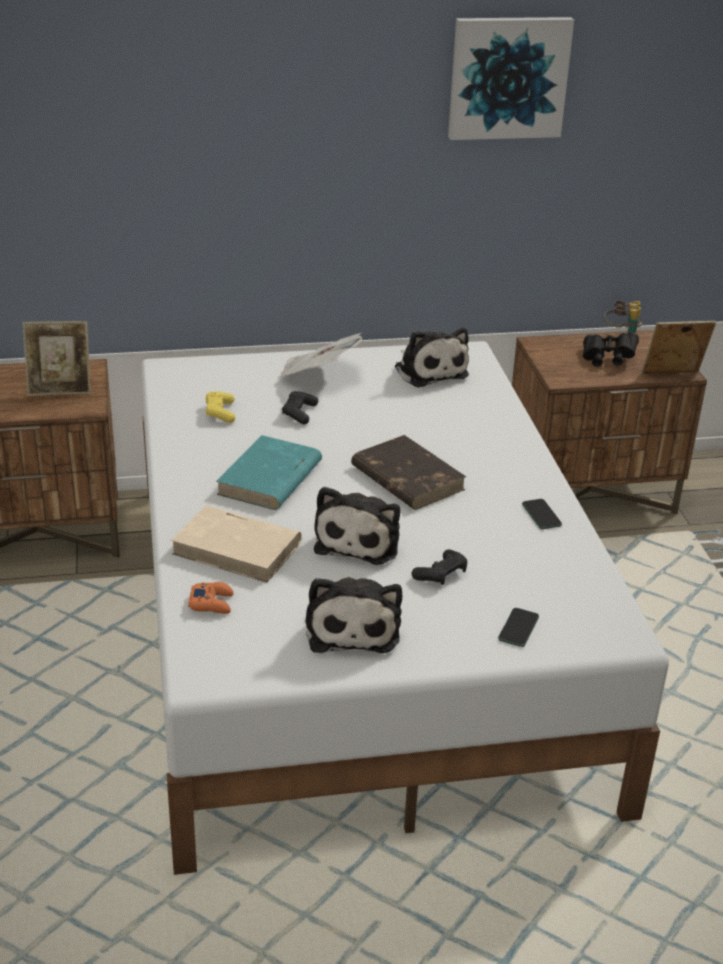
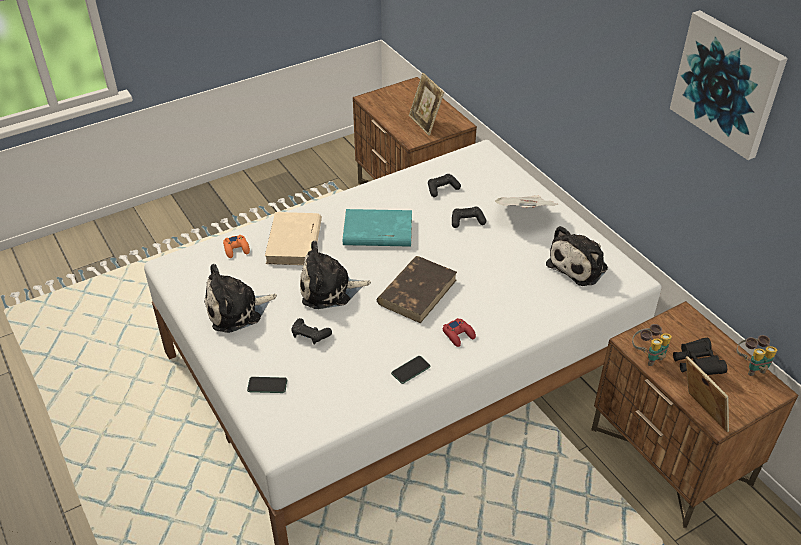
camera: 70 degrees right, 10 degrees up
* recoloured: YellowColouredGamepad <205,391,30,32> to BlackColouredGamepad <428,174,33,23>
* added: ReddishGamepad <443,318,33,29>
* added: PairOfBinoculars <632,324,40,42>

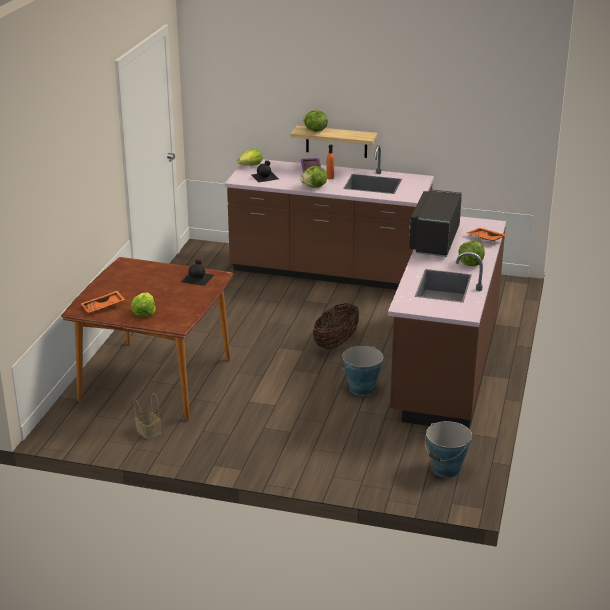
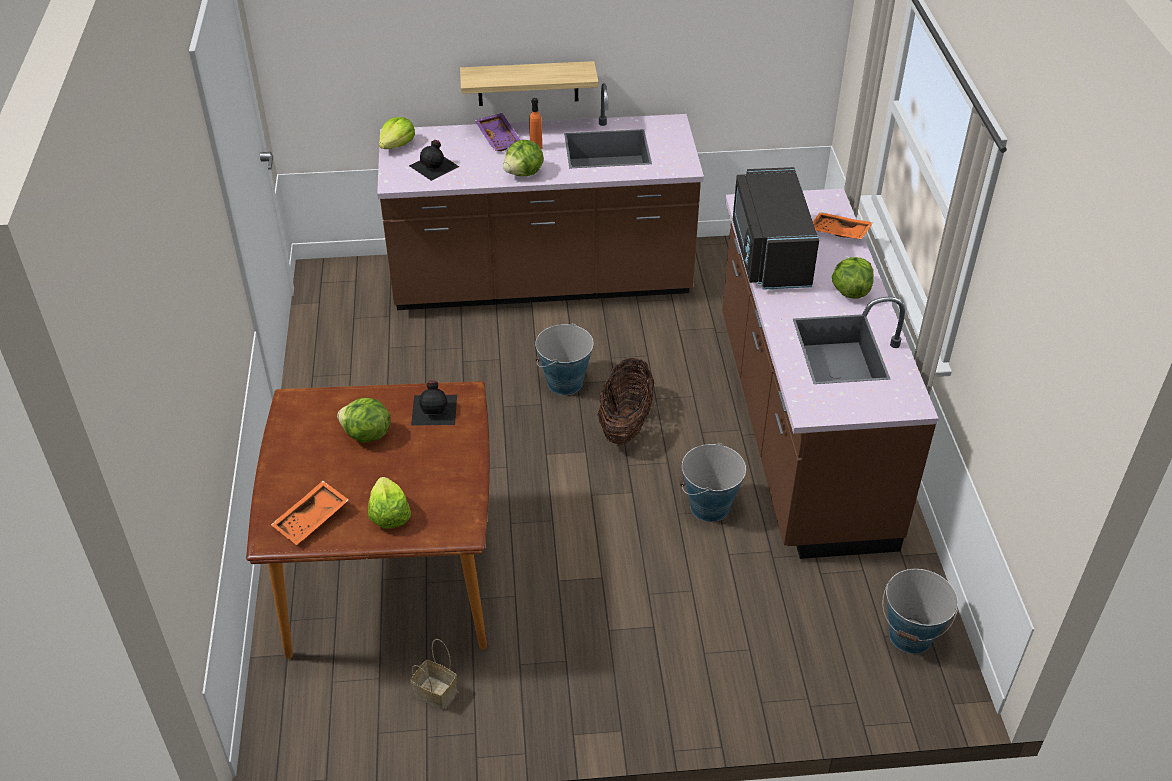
camera: 20 degrees left, 15 degrees up
* moved: HeadOfLettuce <303,110,25,22> to <337,398,53,45>
* added: Pail <535,323,59,72>

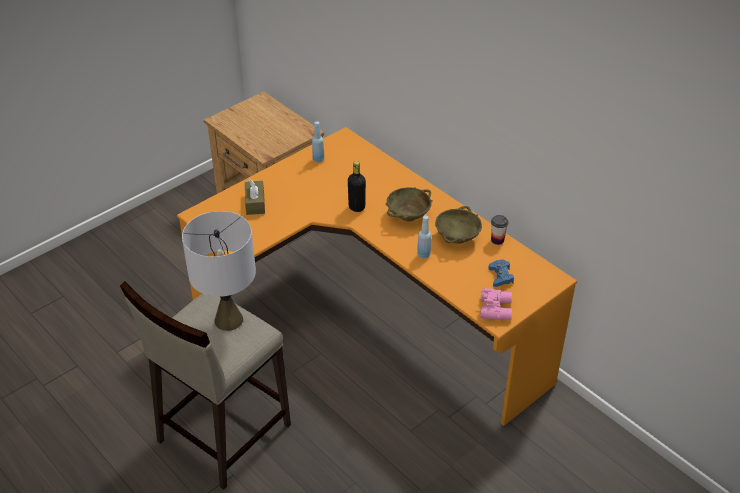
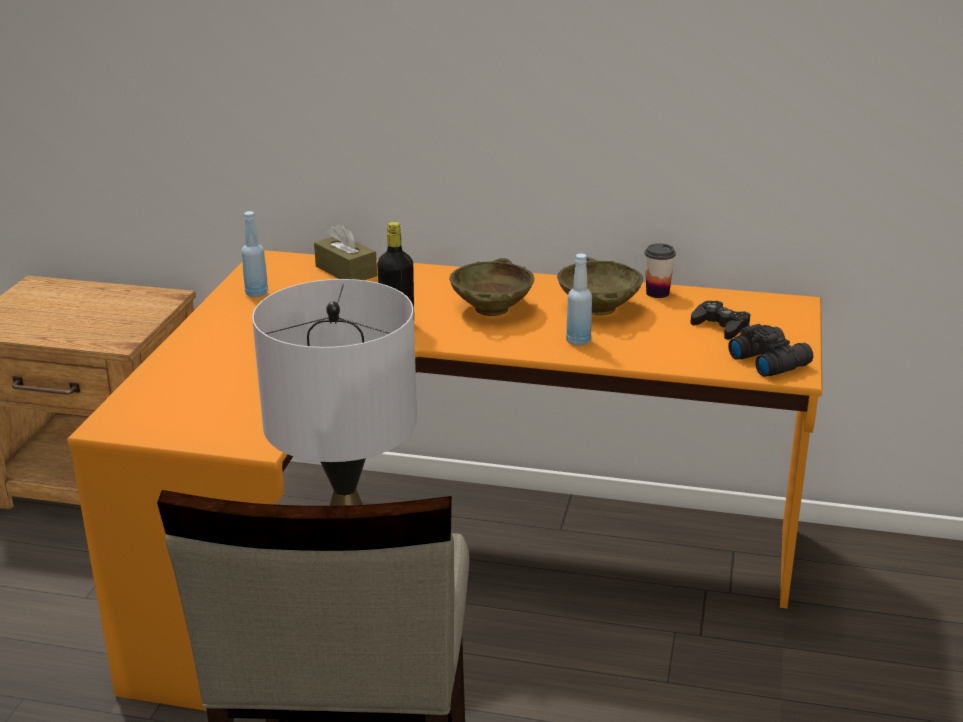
camera: 35 degrees left, 15 degrees down
* moved: BrownColouredTissueBox <245,179,20,36> to <314,223,63,57>
* recoloured: PinkColouredPairOfBinoculars <480,288,32,33> to BlackColouredPairOfBinoculars <728,324,85,53>
* recoloured: BlueGamepad <488,260,26,27> to BlackColouredGamepad <690,301,60,39>

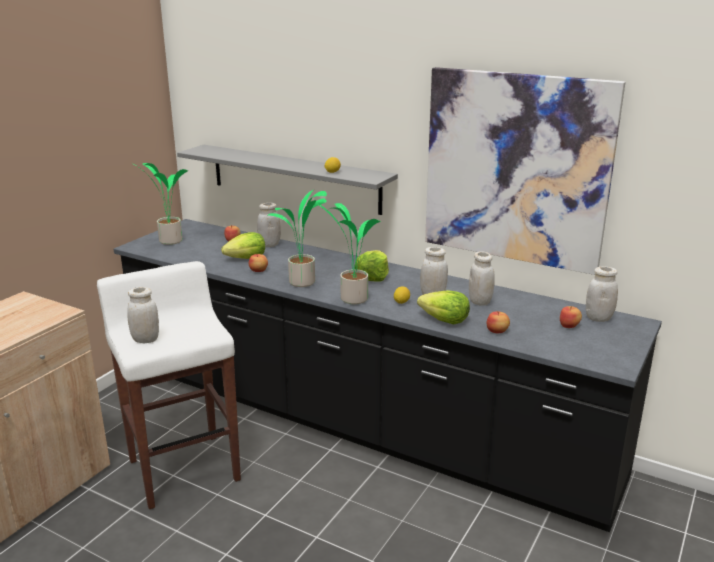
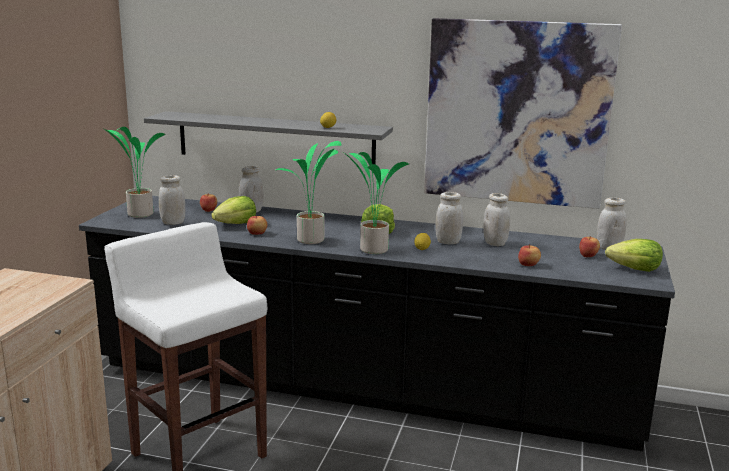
camera: 15 degrees left, 5 degrees down
* moved: WhitePreserveJar <127,287,32,56> to <159,175,26,50>
* moved: HeadOfLettuce <417,290,53,34> to <605,239,58,33>

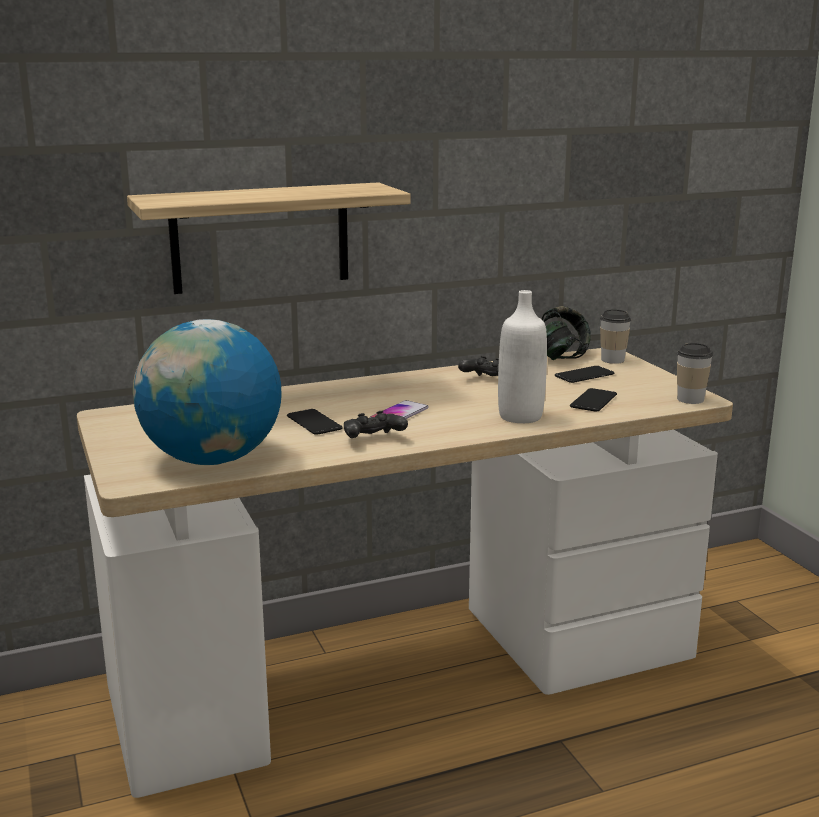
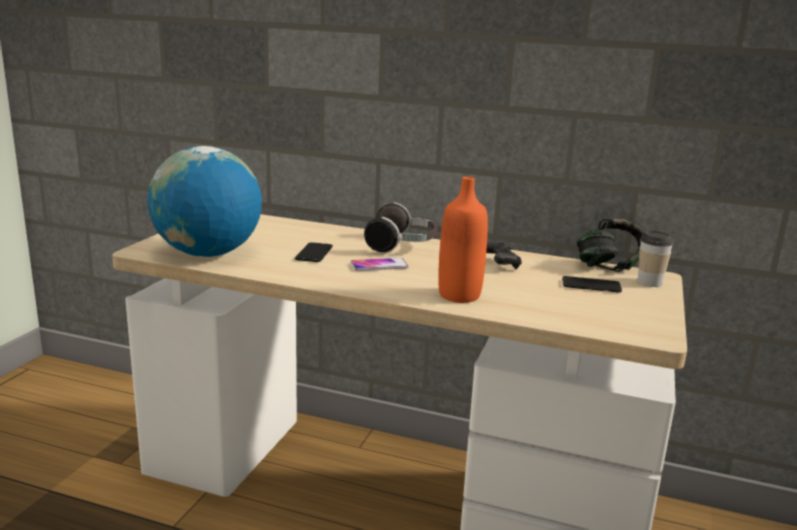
camera: 40 degrees right, 0 degrees up
* removed: BracketShelf <127,182,284,112>
* removed: BlackColouredGamepad <344,411,64,27>
* recoloured: WhiteBeverageBottle <498,290,49,133> to OrangeyBeverageBottle <438,176,50,127>
* removed: Phone <570,388,47,24>
* removed: SmallCup <677,343,36,61>
* added: PairOfHeadphones <364,202,73,52>

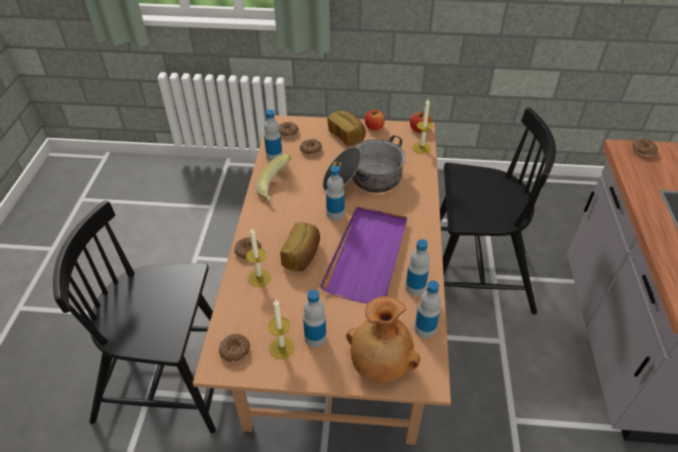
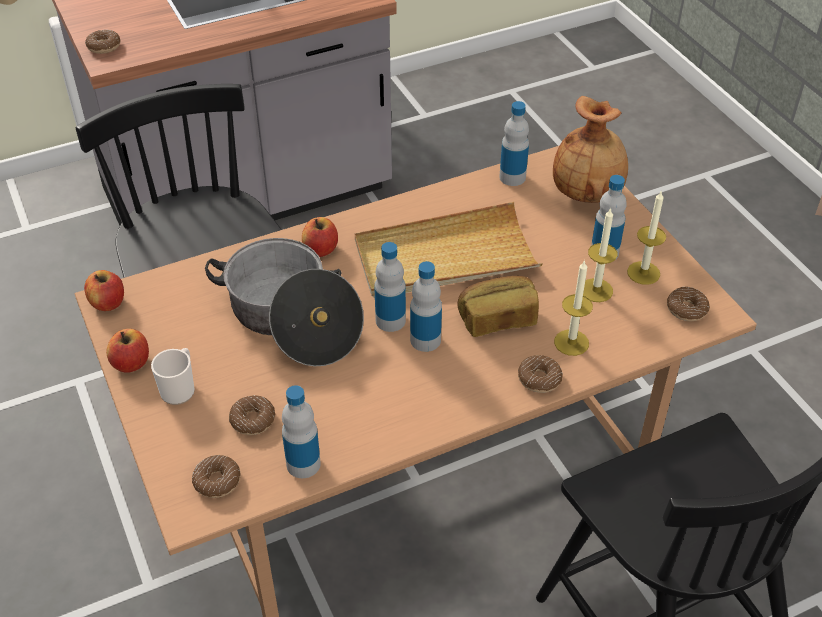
camera: 120 degrees left, 0 degrees up
* removed: WholeBanana <256,154,35,47>
* recoloured: PurpleColouredServingTray <320,207,87,97> to BeigeColouredServingTray <355,202,188,96>
* replaced: BakeryBread <327,110,39,36> to CoffeeMug <151,348,44,57>
* moved: BeverageBottle <405,239,25,57> to <410,261,32,91>
* moved: Candle <413,99,20,55> to <583,208,34,94>
* added: Apple <302,217,36,40>

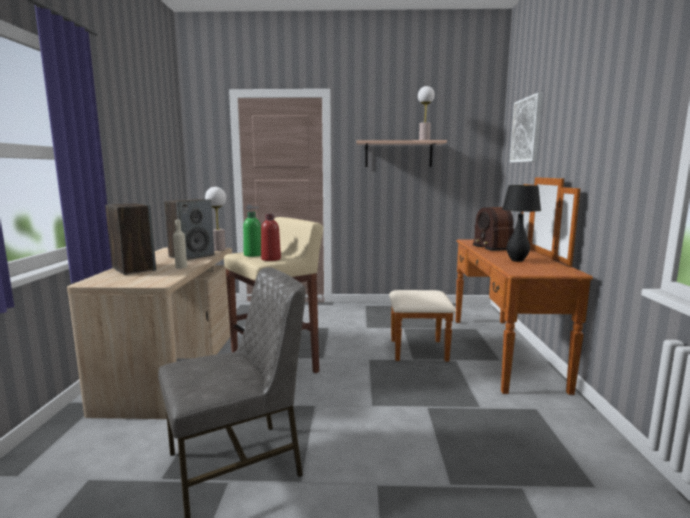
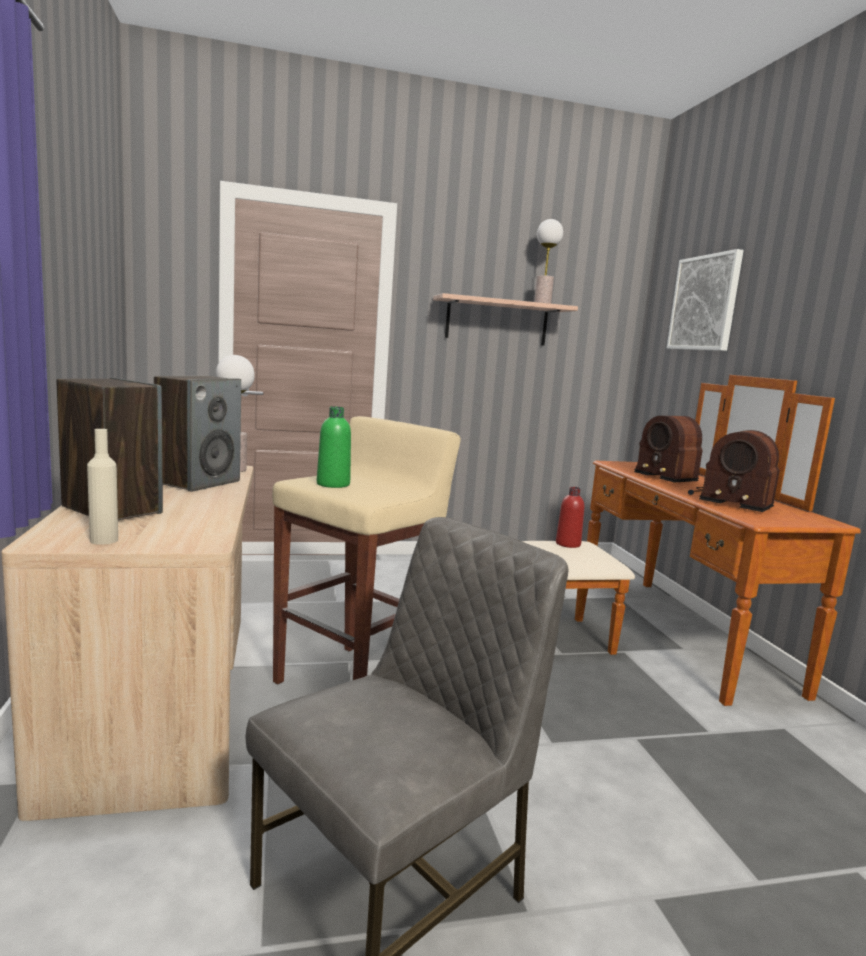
camera: 15 degrees left, 0 degrees up
* moved: BeigeColouredBeverageBottle <173,220,14,49> to <87,429,31,116>
* moved: ReddishBeverageBottle <261,214,20,47> to <556,487,28,61>
* replaced: BlackColouredLampForATable <502,185,39,77> to Radio <688,430,92,82>

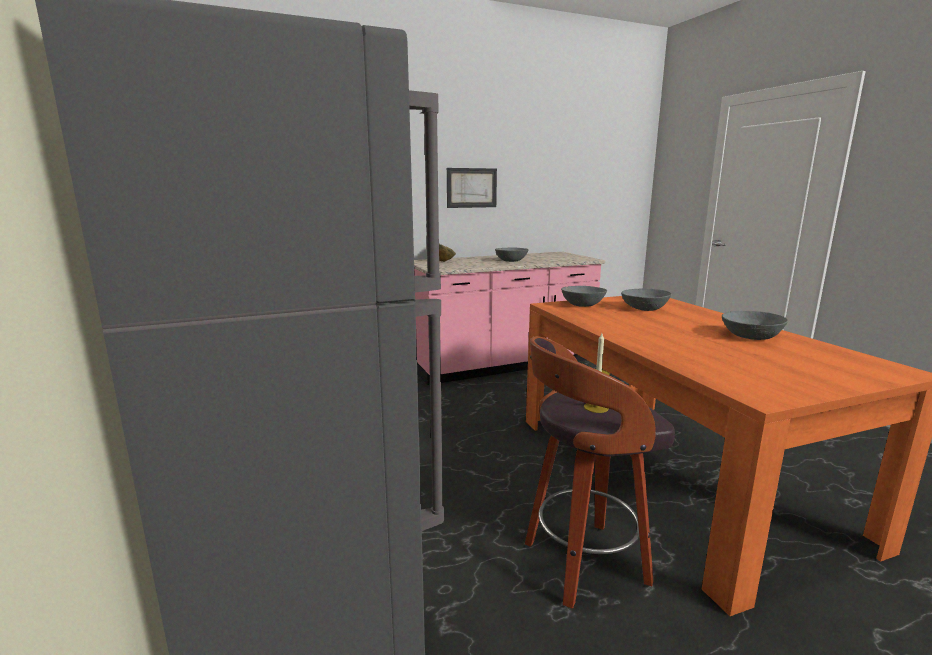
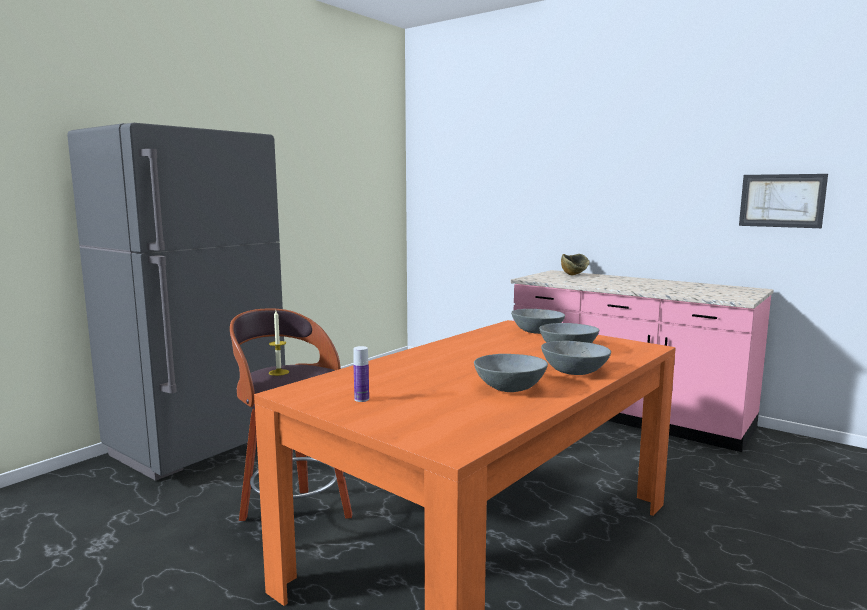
camera: 60 degrees right, 5 degrees down
* moved: WallArt <447,168,50,40> to <739,174,89,54>
* moved: GreyBowl <495,248,34,14> to <541,341,70,34>
* added: BeverageBottle <354,346,15,56>

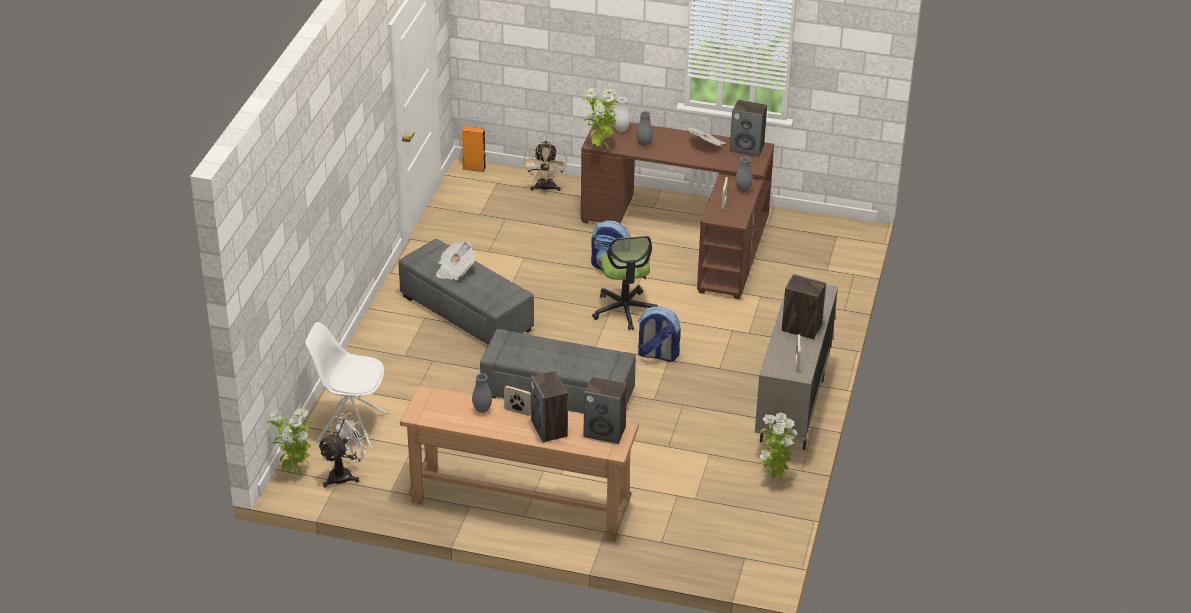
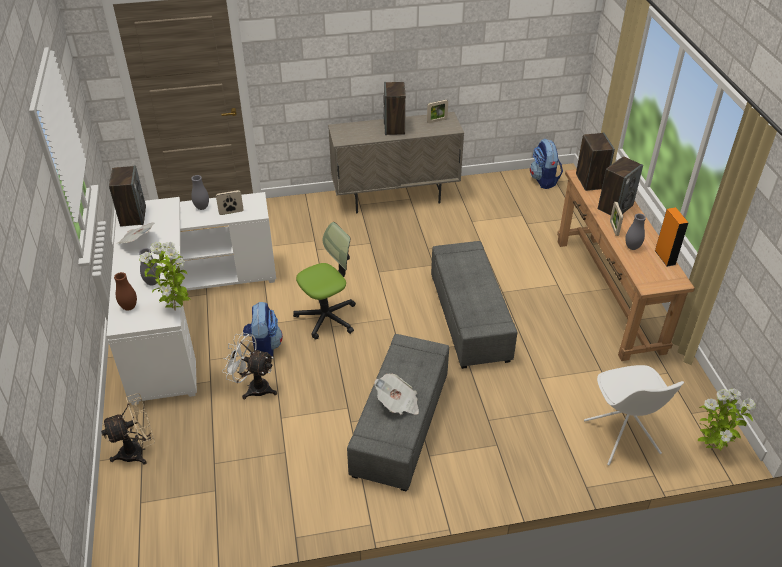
camera: 115 degrees left, 5 degrees up
* moved: WhiteFan <317,413,55,75> to <222,333,55,66>
* moved: OrangeySpeaker <462,126,24,46> to <655,207,34,60>
* recoloured: BrownColouredDeskTable <581,118,193,181> to WhiteDeskTable <106,192,170,213>
* recoloured: WhiteDecorativeVase <614,97,16,35> to BrownColouredDecorativeVase <114,272,23,39>
* moved: Rucksack <638,307,43,55> to <530,139,33,50>
* removed: PottedPlant <759,412,38,68>

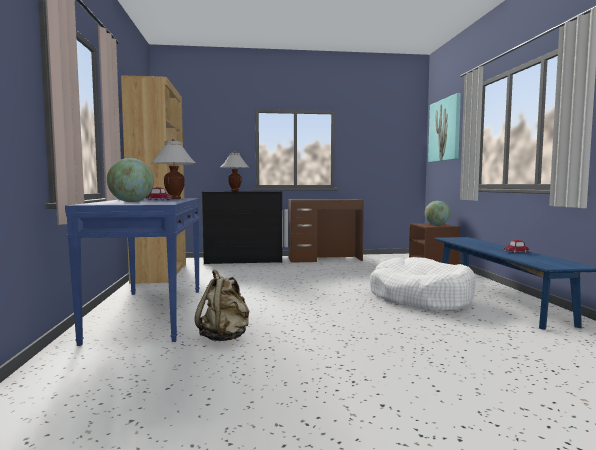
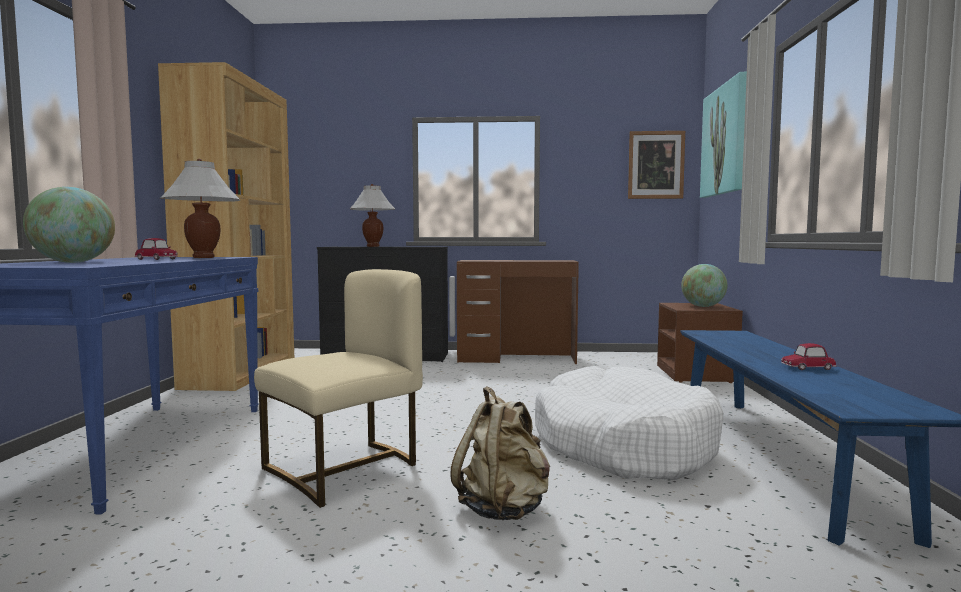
camera: 10 degrees right, 0 degrees up
* moved: BeigeColouredRucksack <195,270,55,71> to <450,386,100,134>
* added: BeigeColouredChair <254,269,169,239>
* added: WallArt <628,131,57,68>

